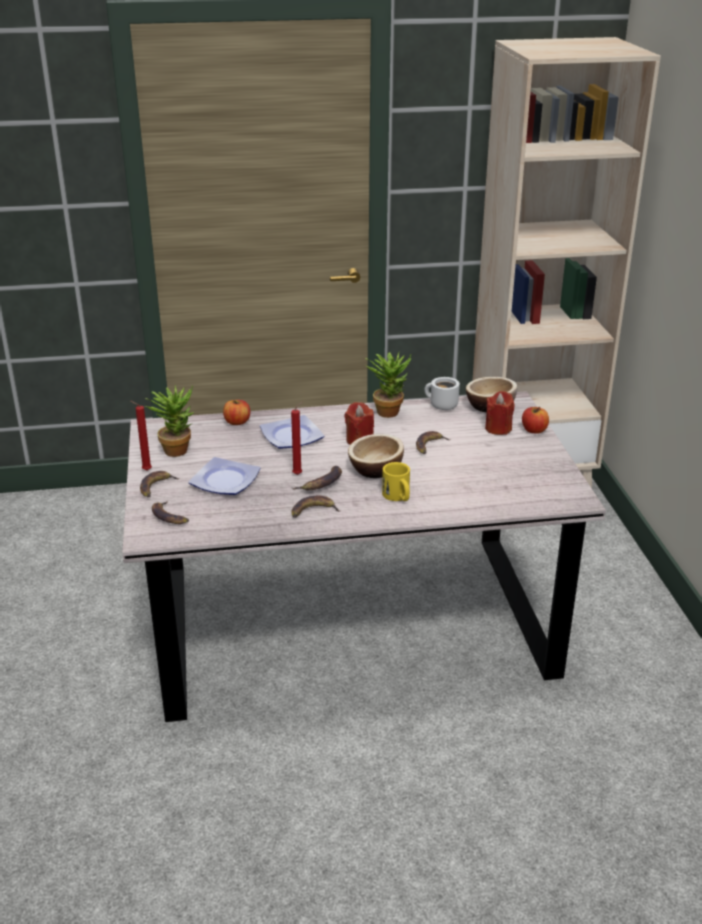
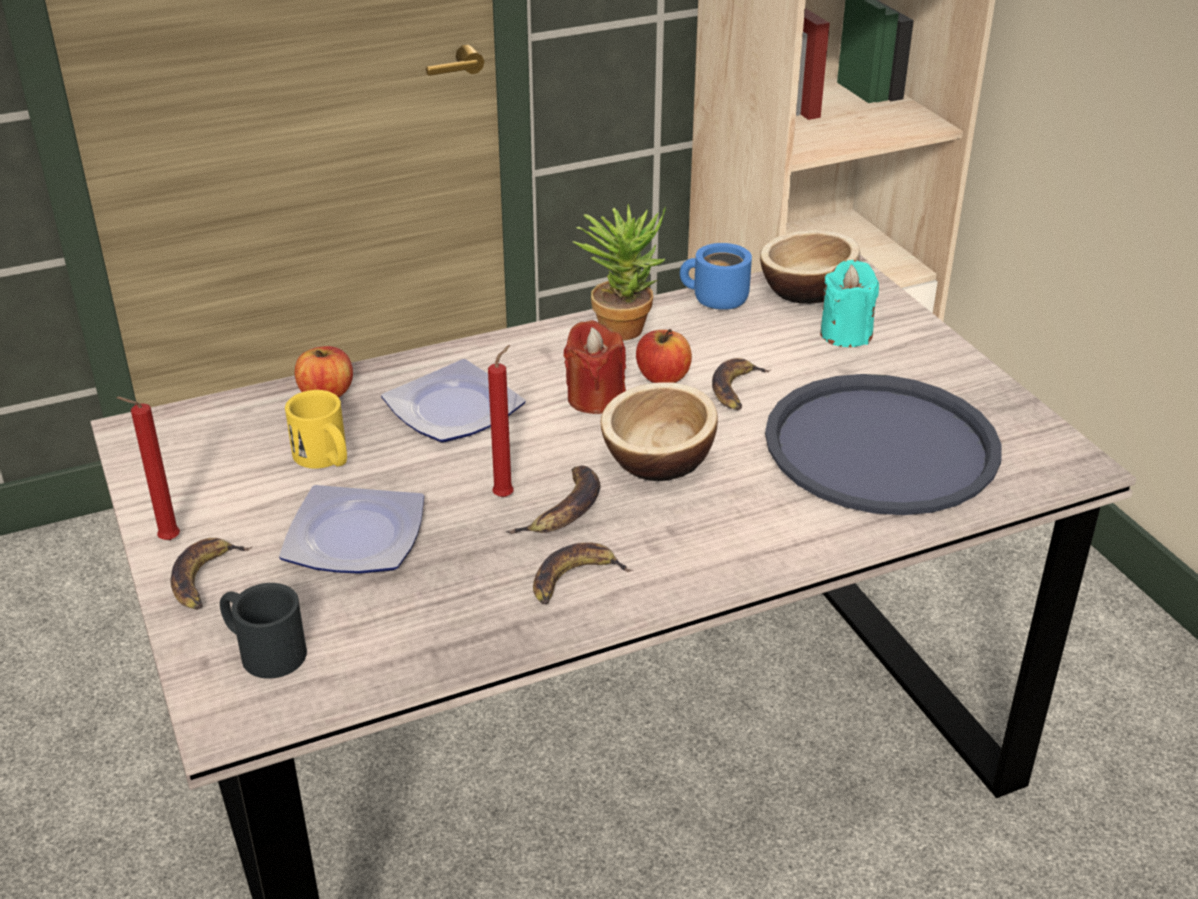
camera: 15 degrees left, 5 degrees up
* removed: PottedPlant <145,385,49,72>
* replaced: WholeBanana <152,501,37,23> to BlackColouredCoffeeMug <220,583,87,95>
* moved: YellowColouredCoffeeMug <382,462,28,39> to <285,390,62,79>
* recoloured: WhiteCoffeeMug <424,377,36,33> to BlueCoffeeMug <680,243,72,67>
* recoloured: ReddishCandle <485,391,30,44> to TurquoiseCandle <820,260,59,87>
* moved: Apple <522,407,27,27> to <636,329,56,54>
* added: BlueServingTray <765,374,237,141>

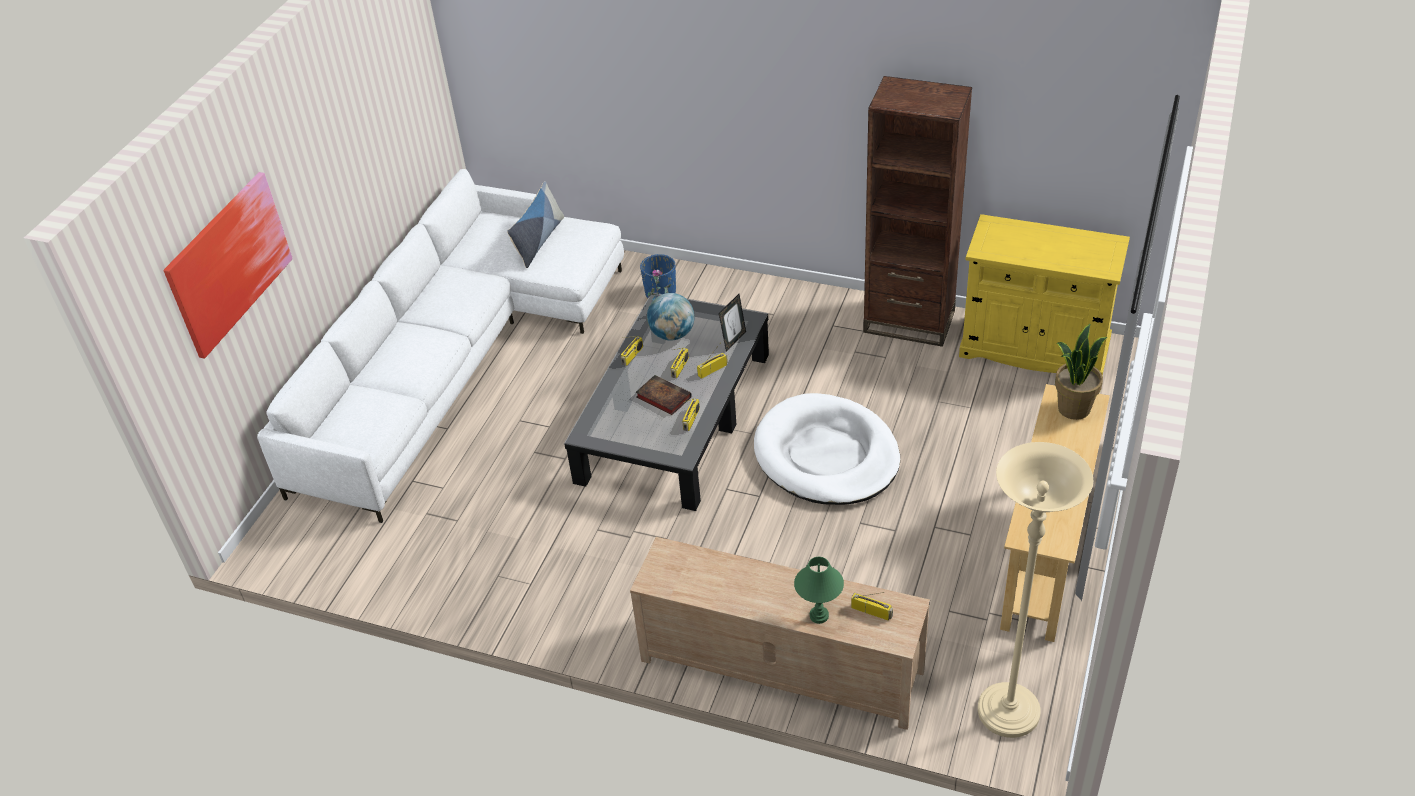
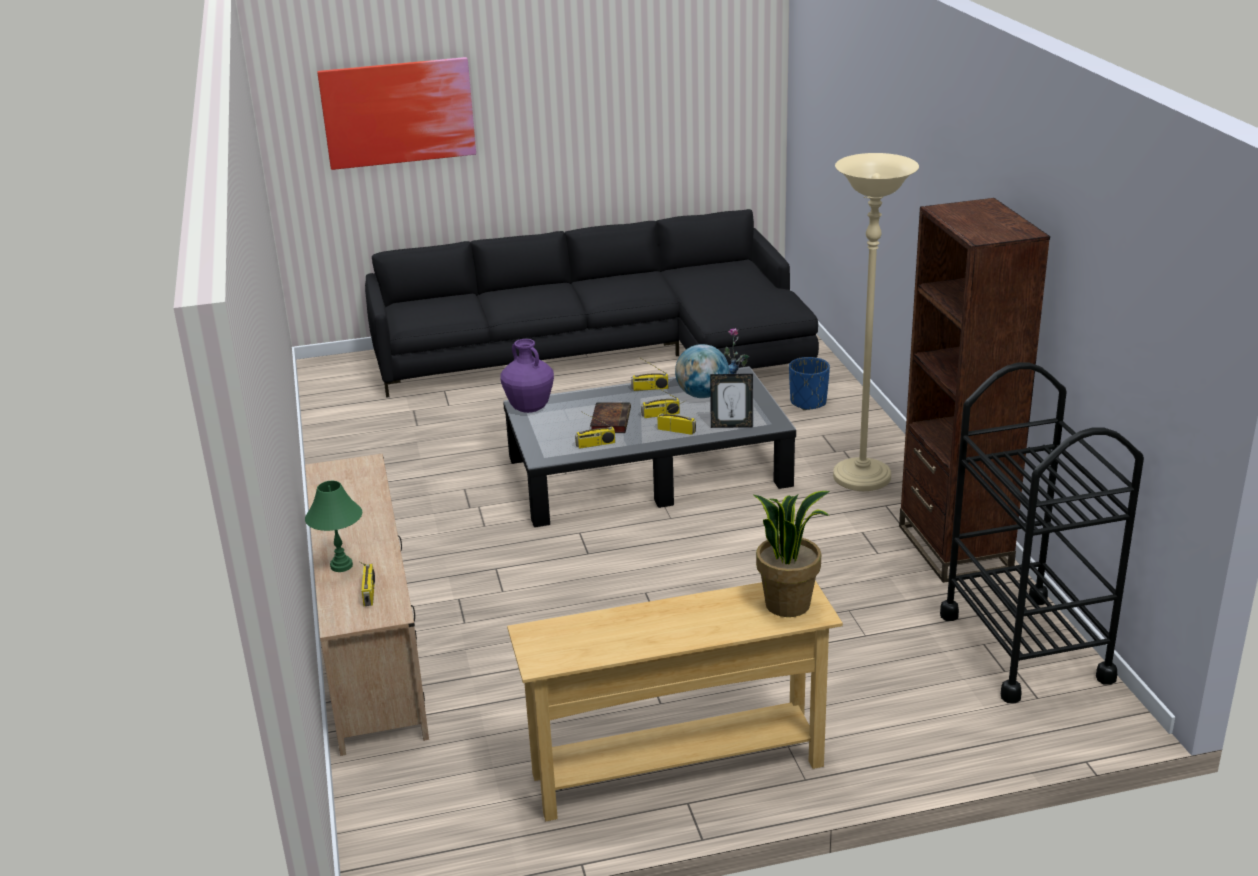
camera: 55 degrees right, 15 degrees down
* recoloured: WhiteSofa <257,169,367,354> to BlackColouredSofa <365,209,454,189>
* removed: Pillow <507,181,57,87>
* removed: WhitePetBed <754,393,146,112>
* replaced: YellowColouredCabinet <959,214,171,161> to BlackColouredWheeledCart <940,362,204,341>
* moved: BeigeColouredStandingLamp <978,442,115,296> to <833,153,86,338>
* added: PurpleColouredDecorativeVase <500,339,54,74>

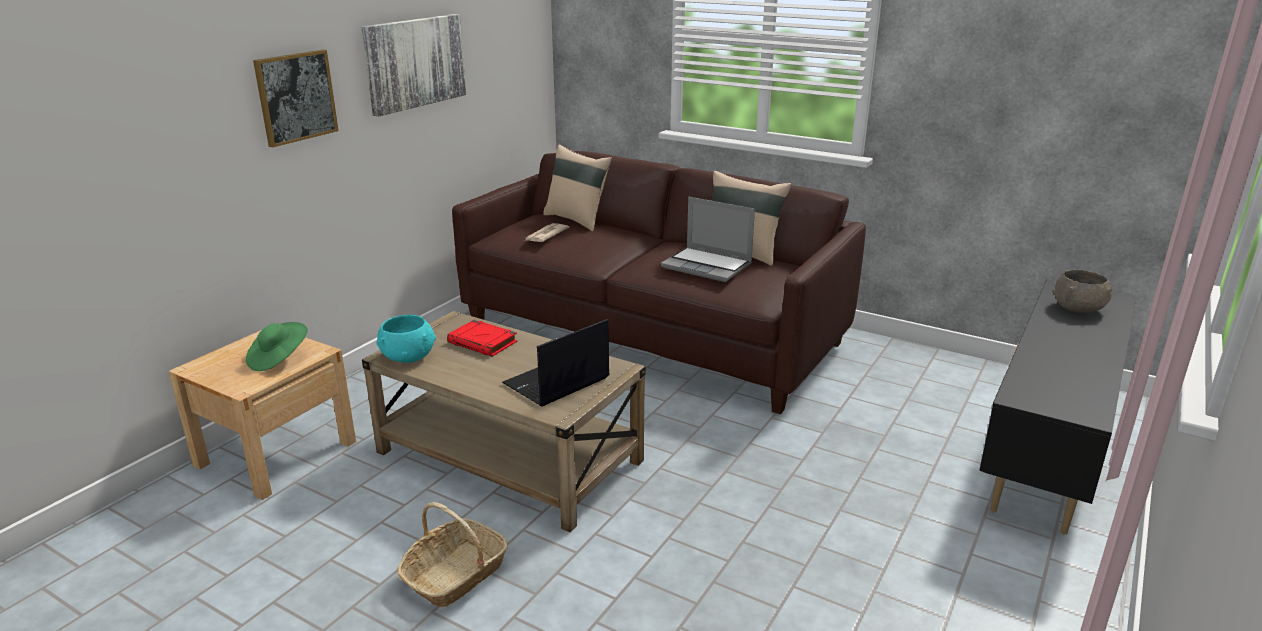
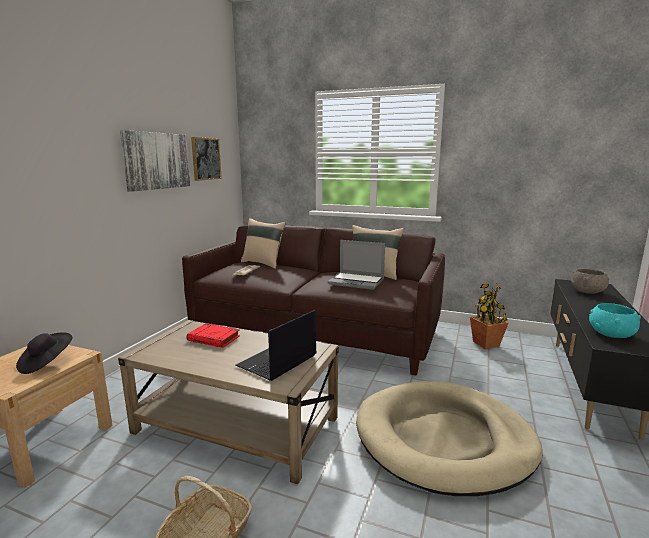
camera: 10 degrees left, 10 degrees down
* recoloured: GreenishClothingHat <246,322,62,49> to BlackColouredClothingHat <16,332,57,42>
* moved: WallArt <253,50,86,97> to <191,137,31,44>
* moved: TurquoiseBowl <376,315,60,48> to <589,303,52,35>
* added: BeigeColouredPetBed <356,381,187,115>
* added: PottedPlant <470,283,38,66>

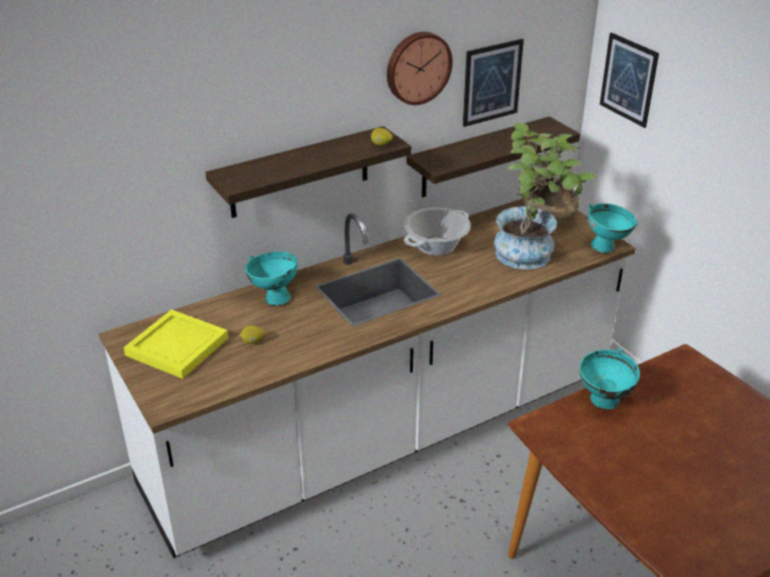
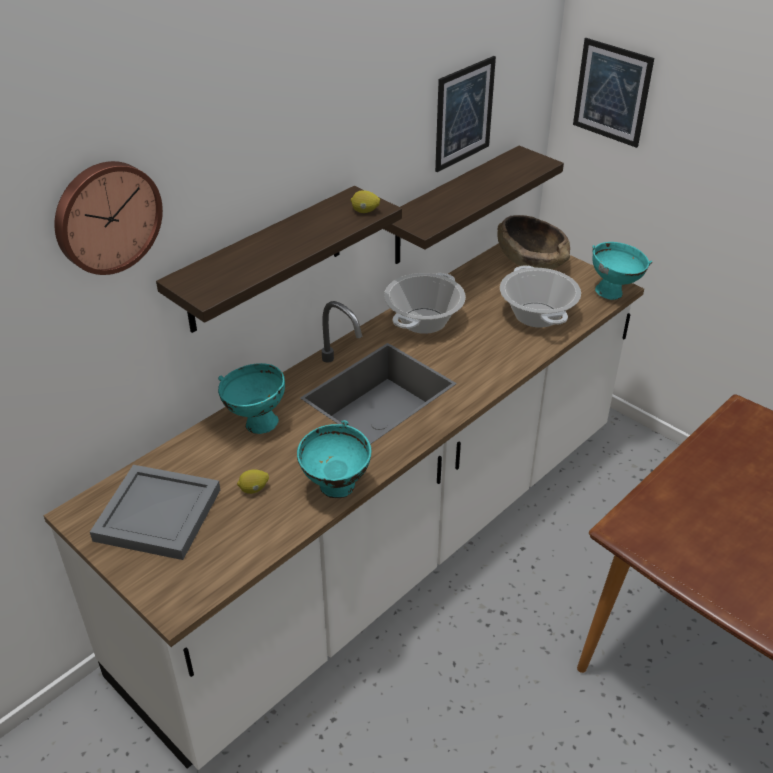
camera: 15 degrees left, 5 degrees up
* recoloured: YellowColouredServingTray <124,309,104,70> to GreyServingTray <90,465,130,95>
* moved: HangingClock <387,32,66,73> to <54,161,109,114>
* replaced: PottedPlant <494,123,103,147> to Saucepot <500,266,81,62>
* moved: TurquoiseBowl <579,348,61,62> to <297,420,74,78>

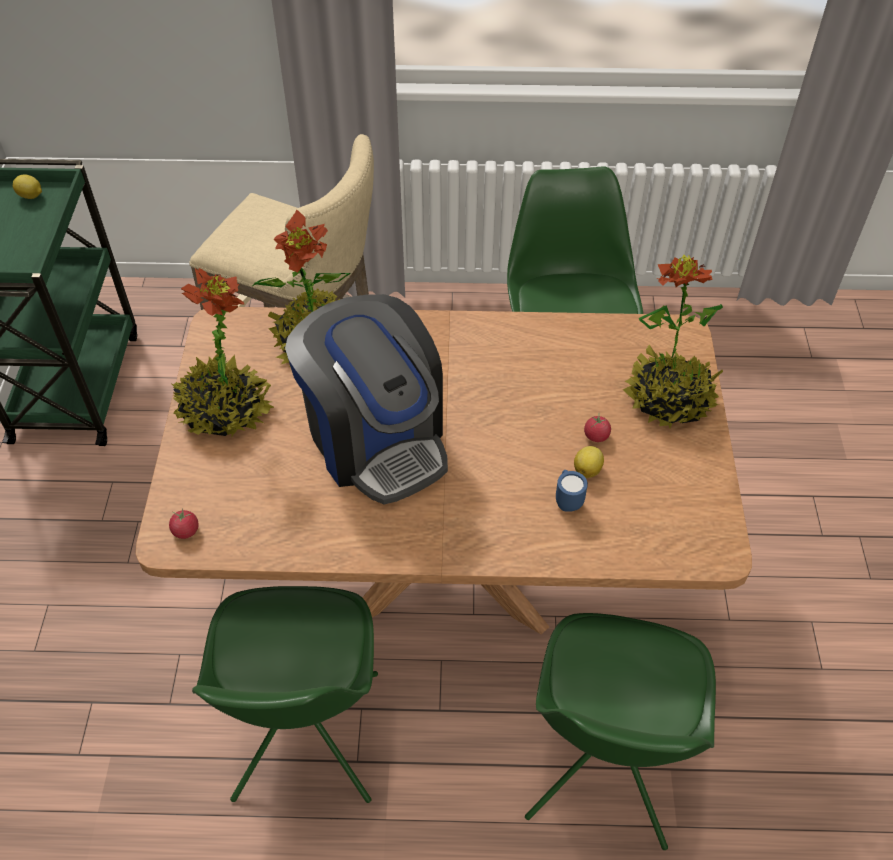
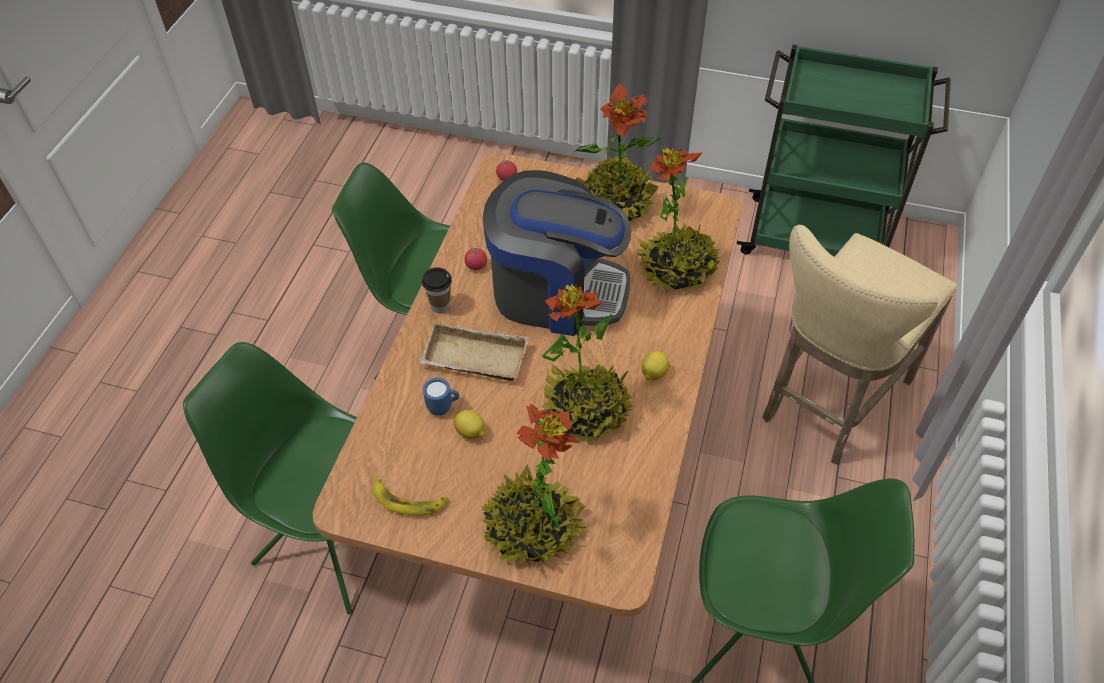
camera: 105 degrees right, 0 degrees up
* moved: Lemon <13,174,29,25> to <642,351,27,29>
* turned: CoffeeMachine <285,294,163,210> = <483,170,148,166> 150 degrees counterclockwise
* moved: FreshTomato <584,414,27,28> to <464,245,23,25>
* added: WholeBanana <373,475,75,41>
* added: BeigeColouredServingTray <419,322,110,59>
* added: SmallCup <422,267,30,46>
* added: PottedPlant <541,284,93,159>

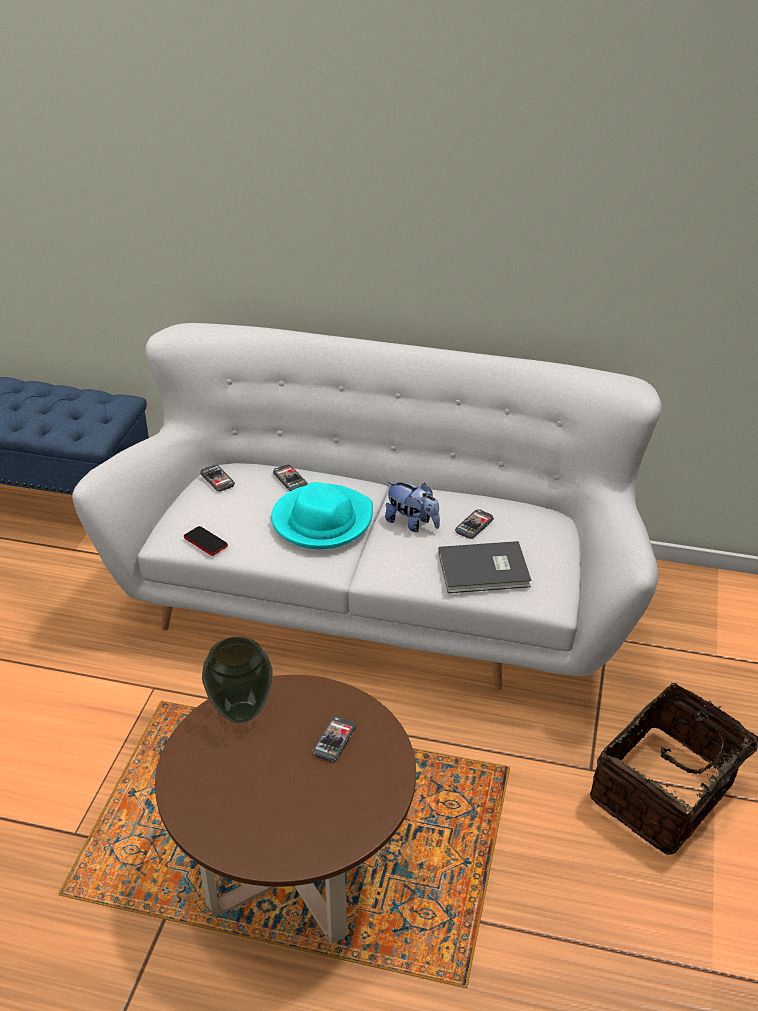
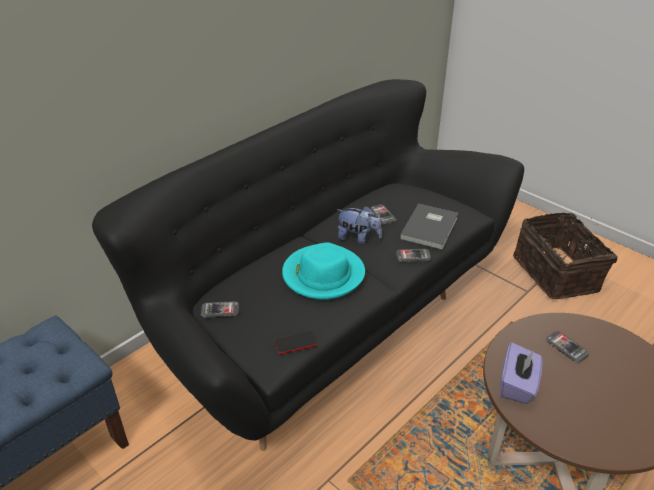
camera: 60 degrees left, 0 degrees up
* recoloured: WhiteSofa <72,323,590,367> to BlackColouredSofa <92,79,432,372>
* replaced: DecorativeVase <202,636,71,87> to PurpleColouredTissueBox <500,342,42,62>
* moved: Phone <273,465,35,26> to <396,249,35,13>
* turned: CuddlyToy <385,481,55,51> = <337,206,45,38> 45 degrees clockwise

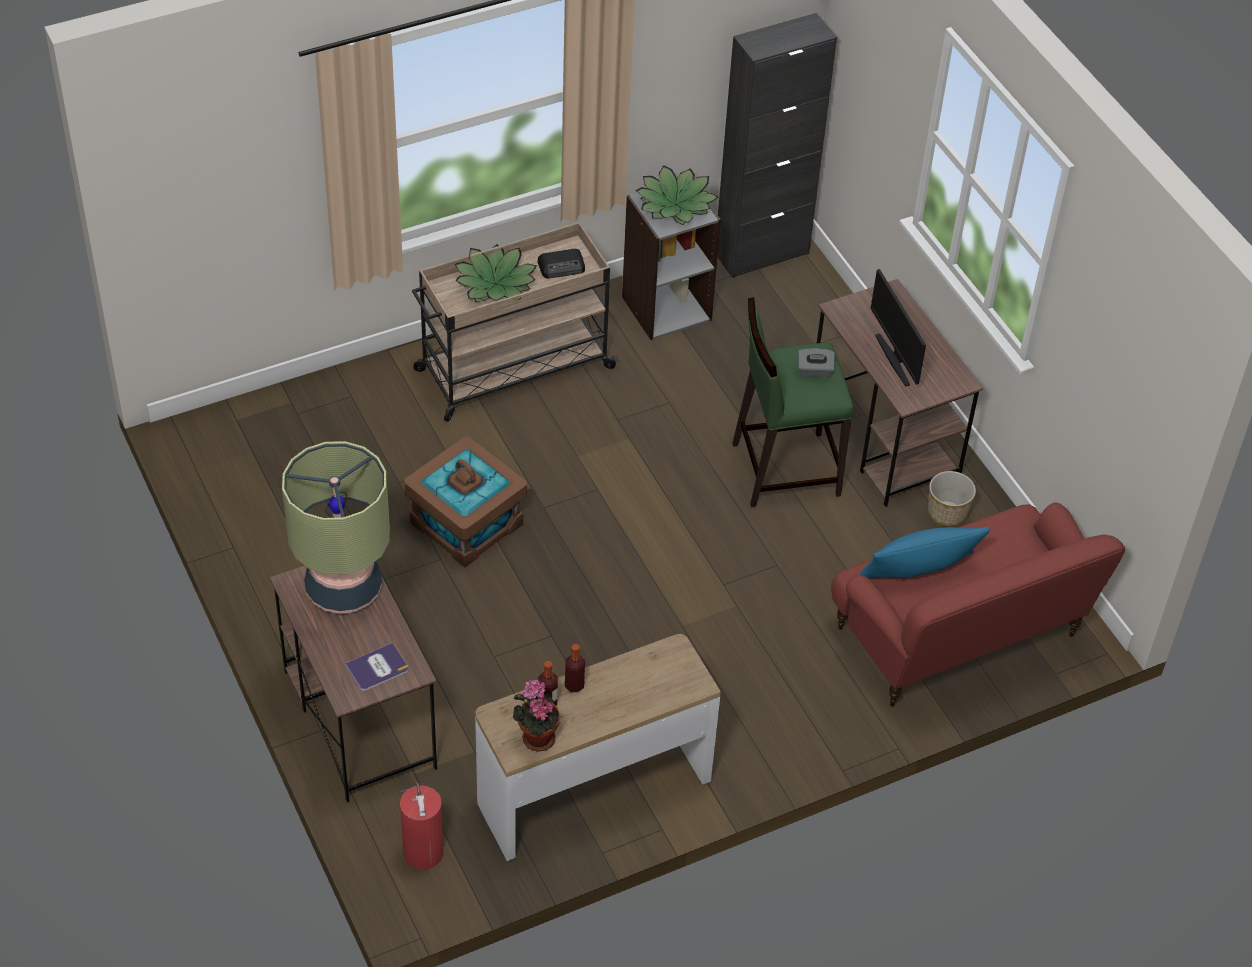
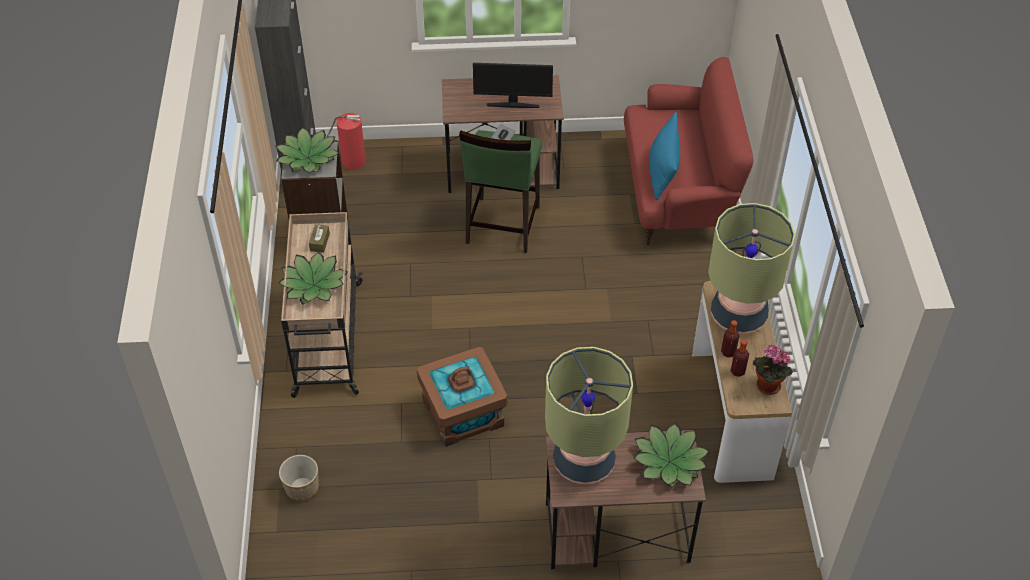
camera: 65 degrees left, 0 degrees up
* replaced: Book <345,643,63,48> to PottedPlant <633,423,77,65>
* moved: Extinguisher <400,782,44,88> to <327,113,39,57>
* replaced: Radio <538,249,47,29> to BrownColouredTissueBox <309,224,21,29>
* moved: FlowerPot <928,471,48,56> to <279,455,40,46>
* added: LampForATable <708,203,87,131>

